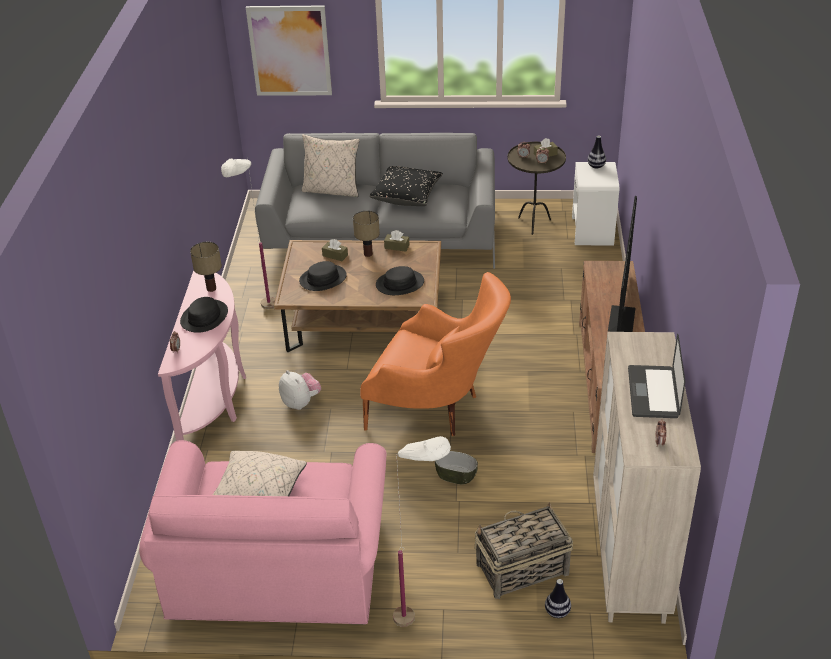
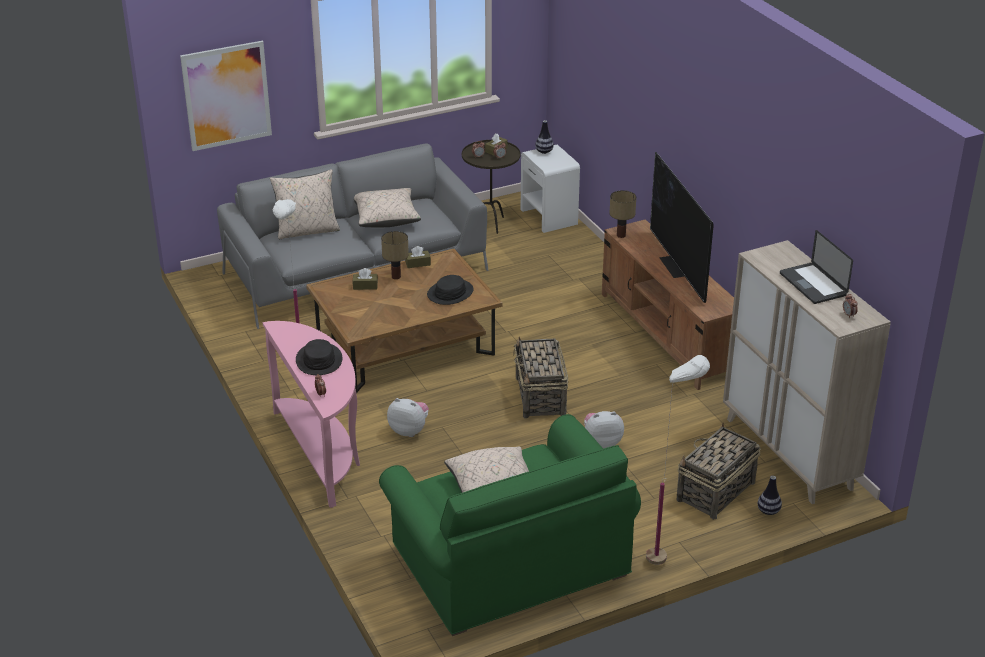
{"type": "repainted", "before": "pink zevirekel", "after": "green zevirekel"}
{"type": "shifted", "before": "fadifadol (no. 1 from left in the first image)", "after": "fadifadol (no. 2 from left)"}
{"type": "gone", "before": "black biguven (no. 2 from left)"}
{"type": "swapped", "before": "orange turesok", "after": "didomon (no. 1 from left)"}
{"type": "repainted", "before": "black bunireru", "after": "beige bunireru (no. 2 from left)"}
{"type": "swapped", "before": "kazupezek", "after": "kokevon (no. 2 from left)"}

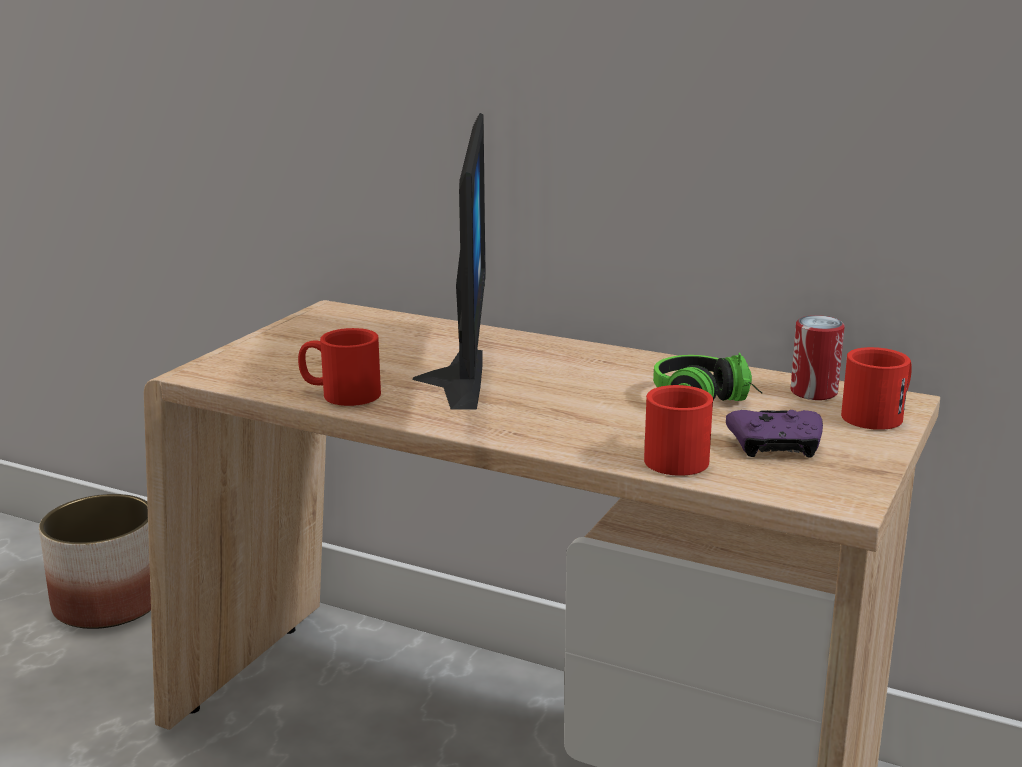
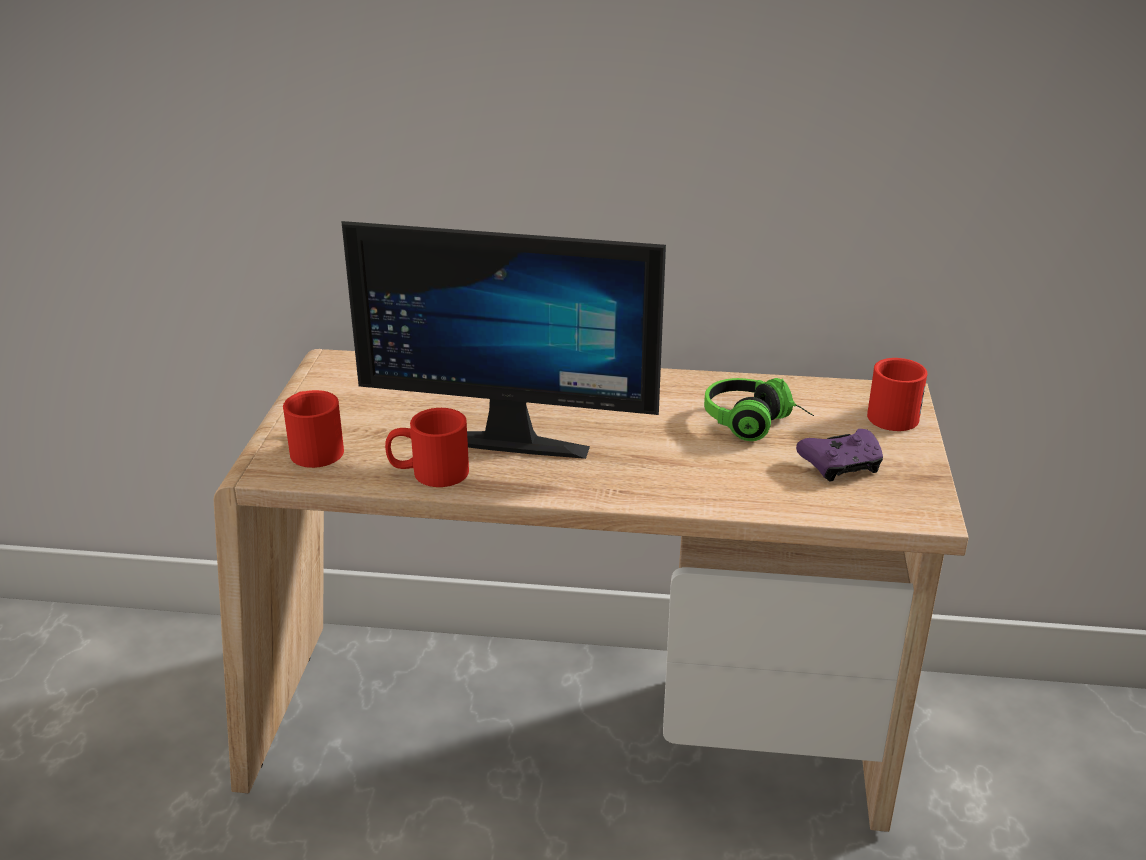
{"type": "gone", "before": "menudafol"}
{"type": "rotated", "before": "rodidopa", "turn": 120}
{"type": "shifted", "before": "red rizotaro (no. 2 from left in the first image)", "after": "red rizotaro (no. 1 from left)"}
{"type": "gone", "before": "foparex"}

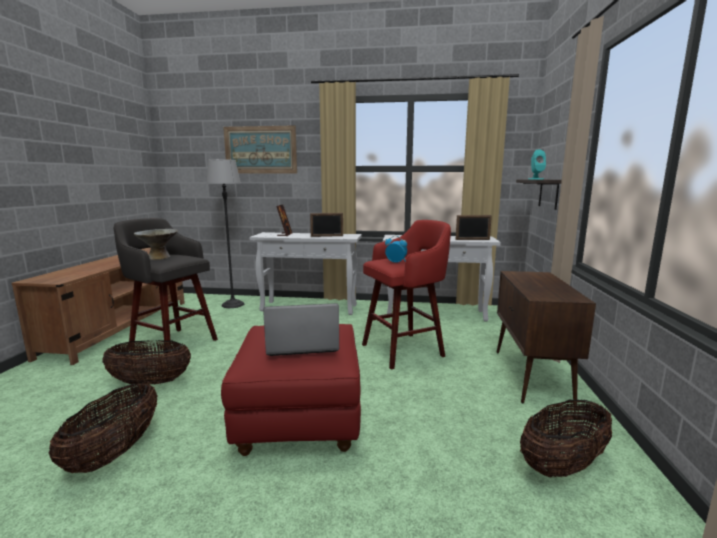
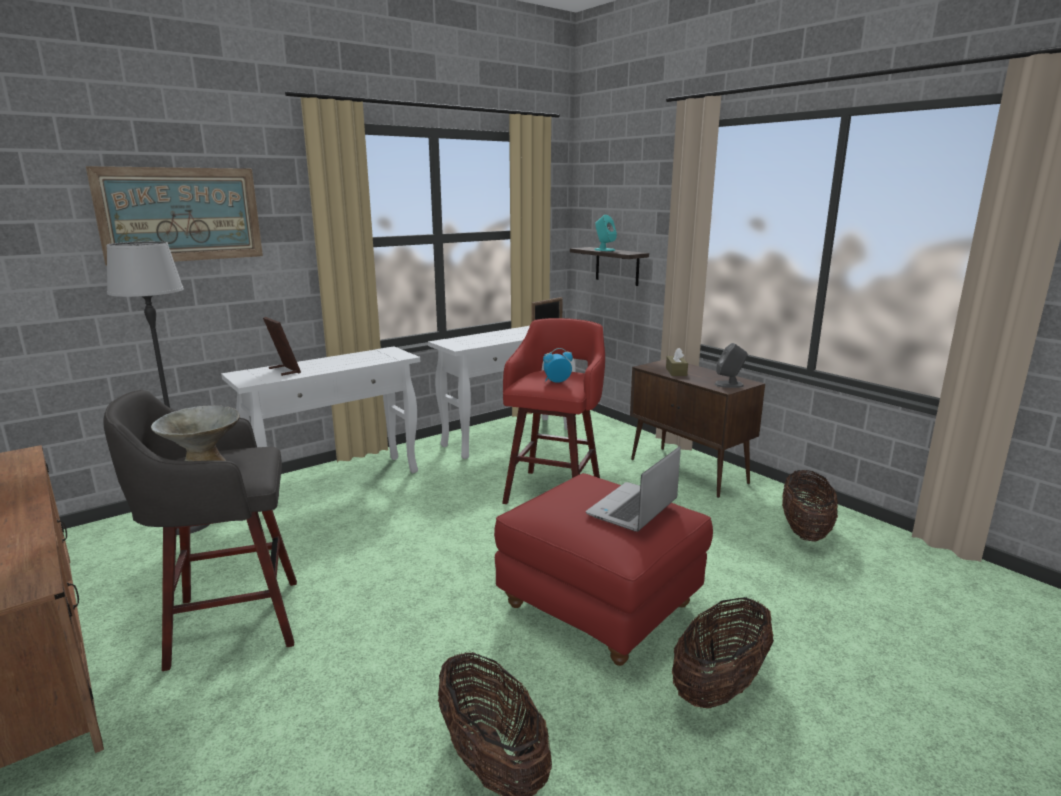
{"type": "shifted", "before": "didomon (no. 2 from left)"}
{"type": "gone", "before": "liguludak (no. 2 from left)"}
{"type": "new", "after": "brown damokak"}
{"type": "new", "after": "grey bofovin"}

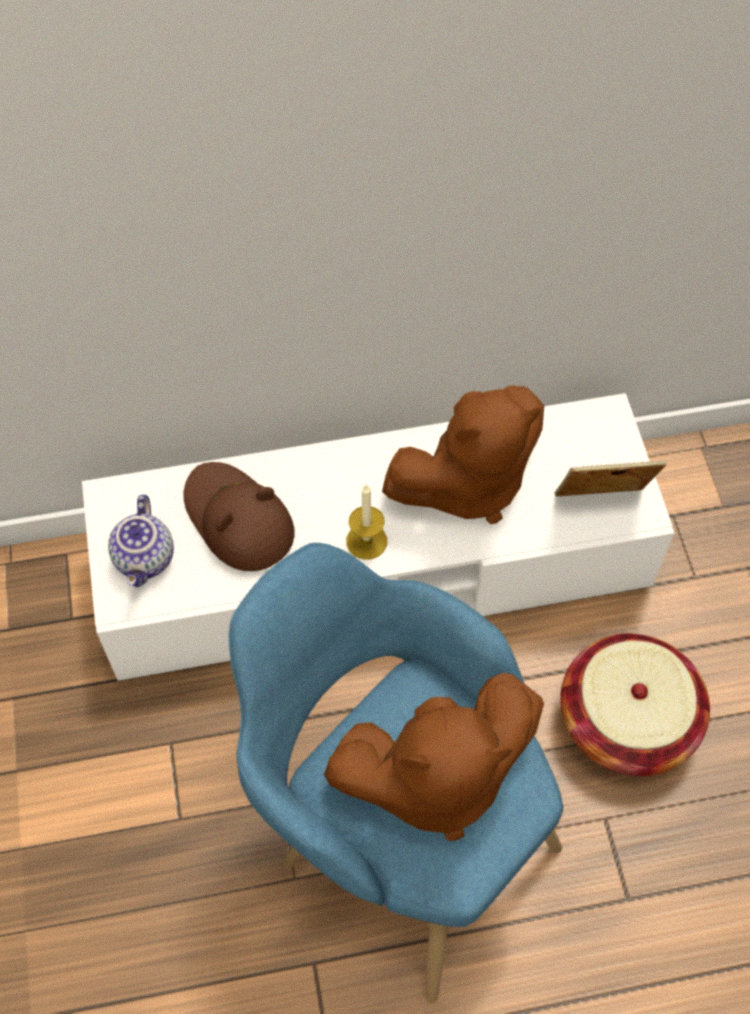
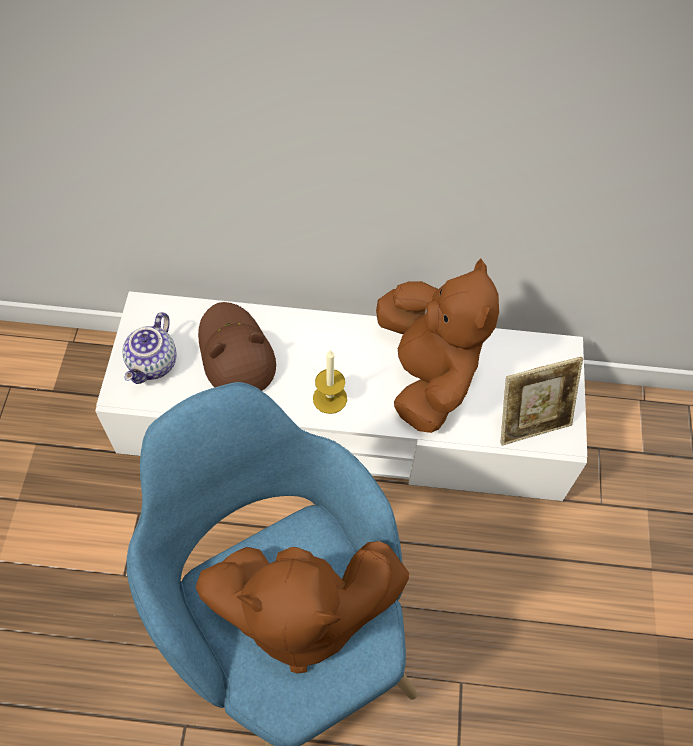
{"type": "rotated", "before": "brown kokevon (no. 2 from left)", "turn": -90}
{"type": "rotated", "before": "liguludak", "turn": 150}
{"type": "gone", "before": "didomon"}

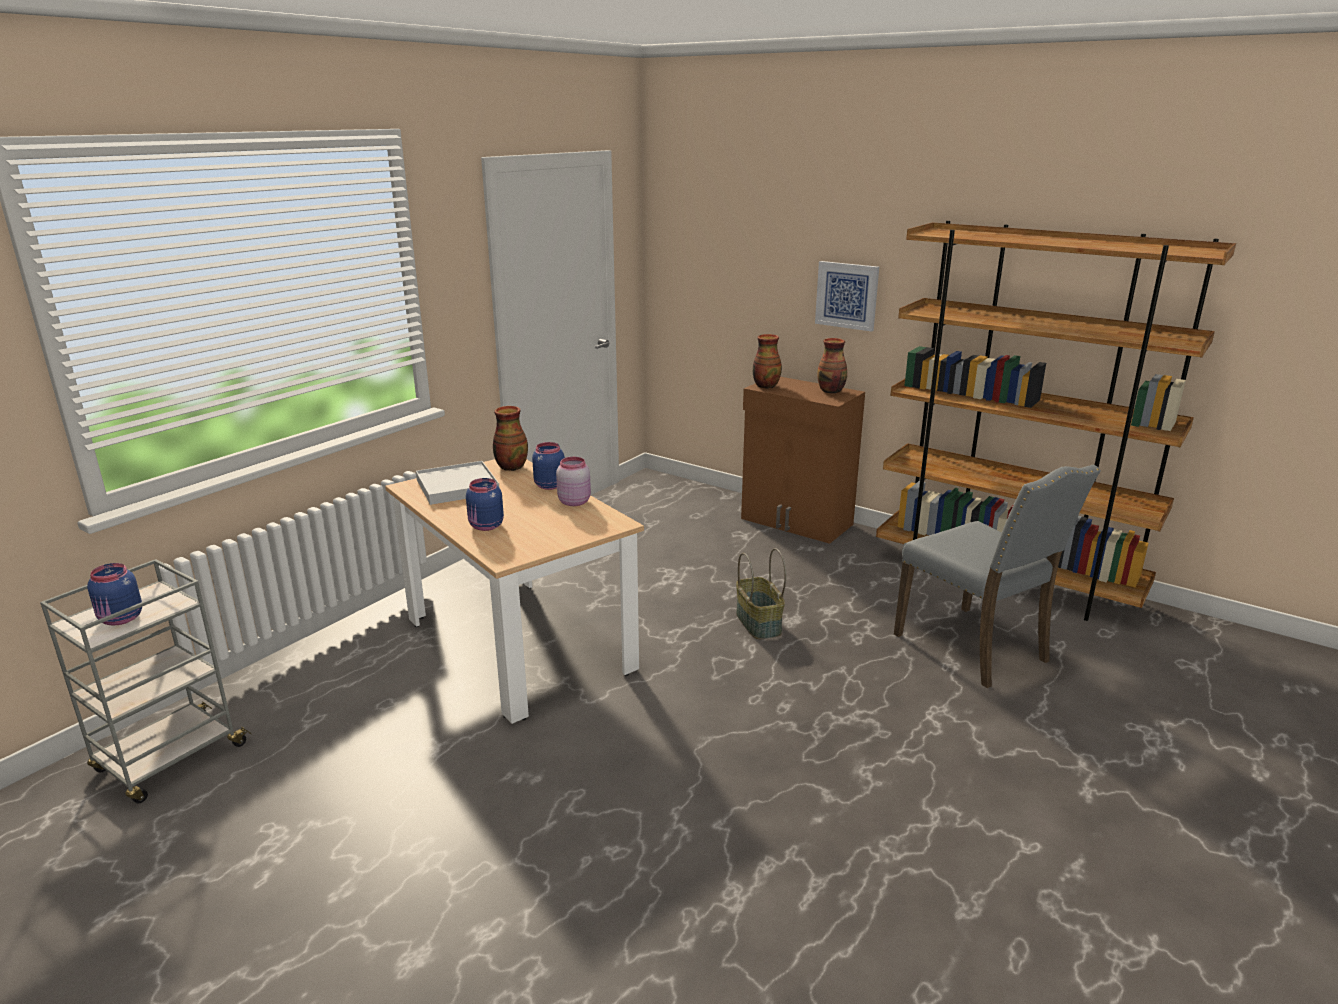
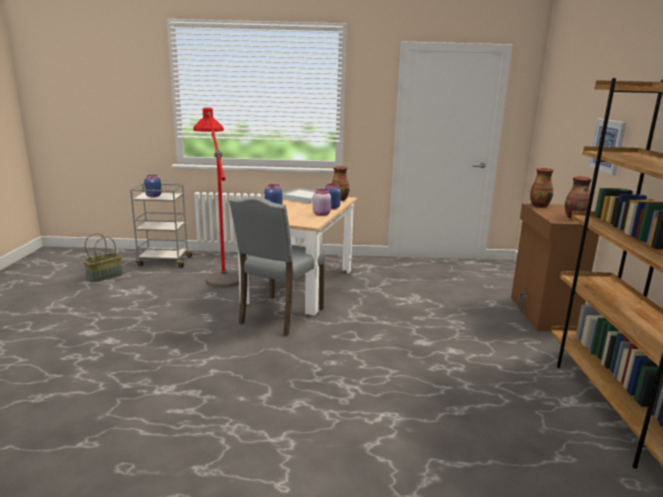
{"type": "shifted", "before": "didomon"}
{"type": "shifted", "before": "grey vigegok"}
{"type": "new", "after": "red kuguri"}

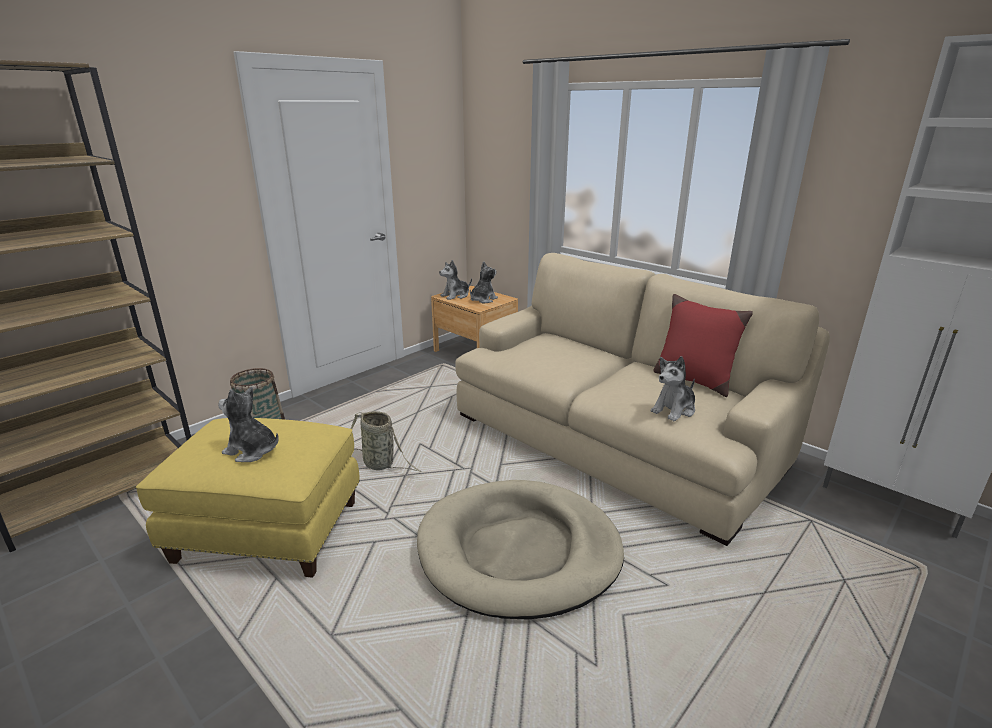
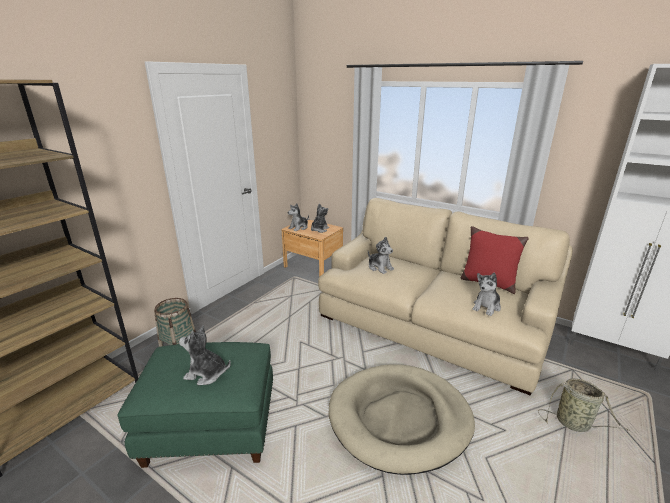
{"type": "repainted", "before": "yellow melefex", "after": "green melefex"}
{"type": "shifted", "before": "didomon (no. 2 from left)"}
{"type": "new", "after": "kokevon (no. 4 from left)"}

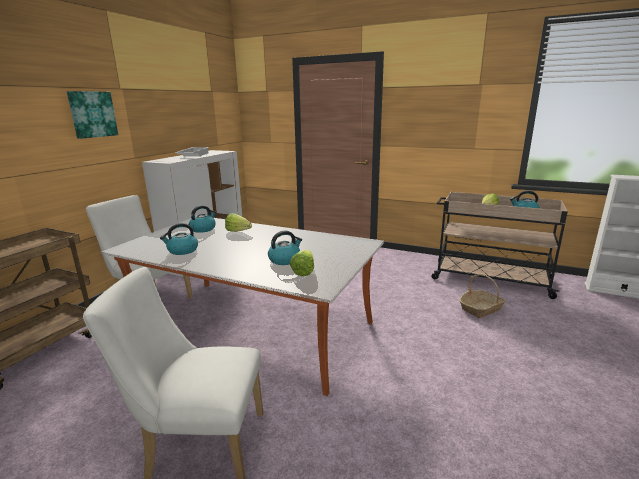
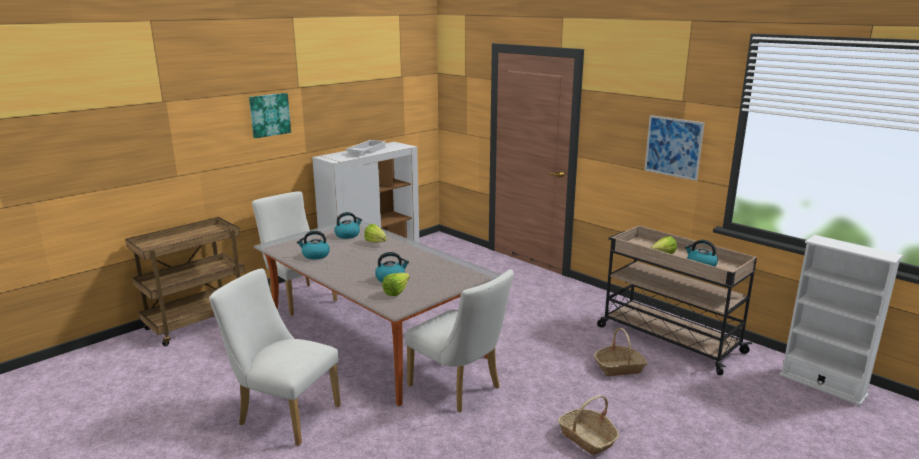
{"type": "new", "after": "white vigegok (no. 3 from left)"}
{"type": "new", "after": "didomon (no. 1 from left)"}
{"type": "new", "after": "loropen (no. 2 from left)"}

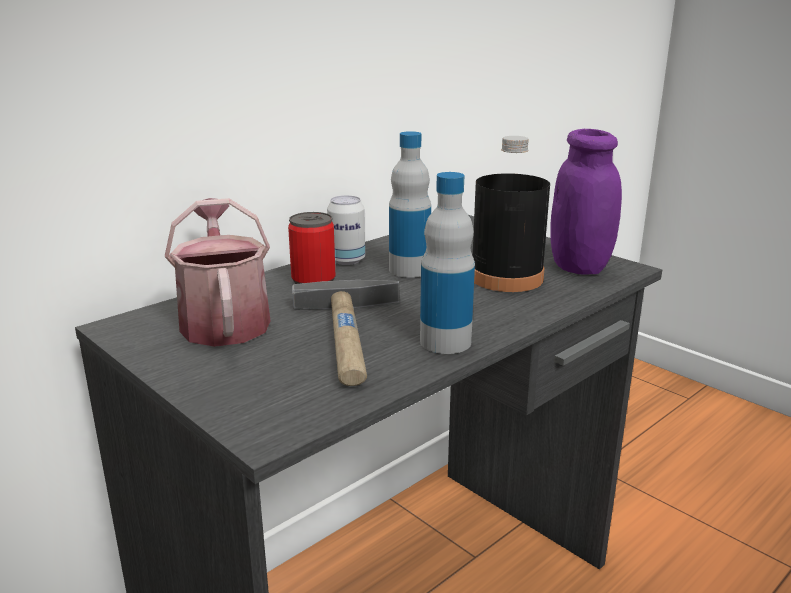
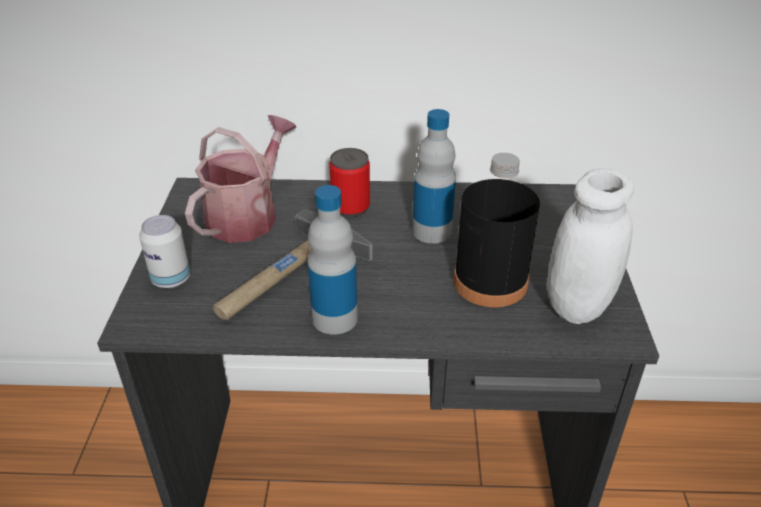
{"type": "shifted", "before": "foparex (no. 2 from left in the first image)", "after": "foparex (no. 1 from left)"}
{"type": "repainted", "before": "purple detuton", "after": "white detuton"}

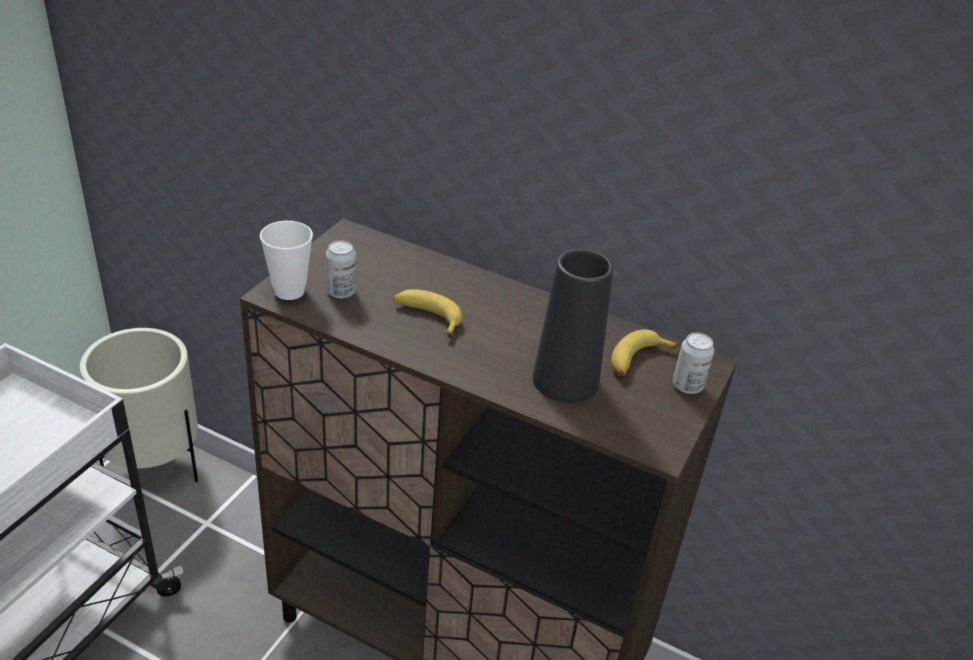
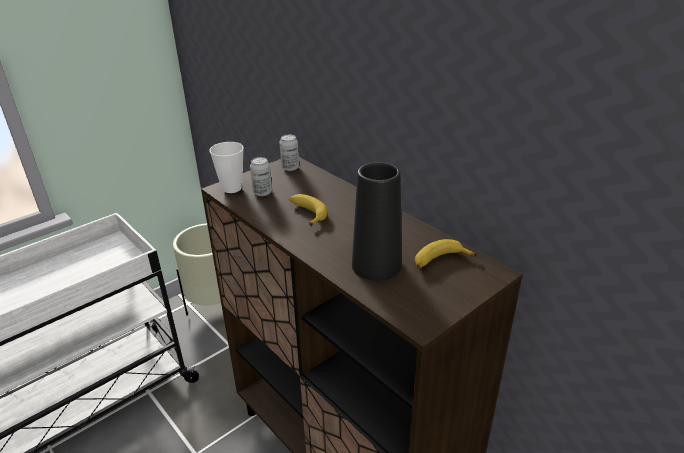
{"type": "shifted", "before": "foparex (no. 2 from left)"}

